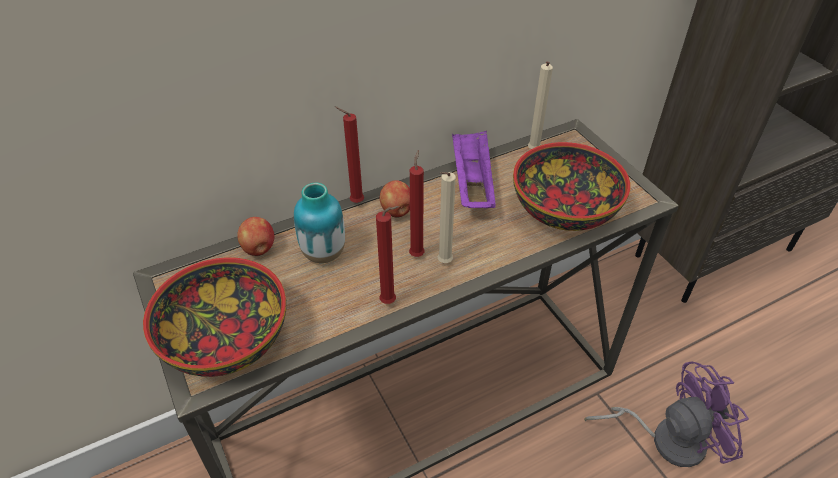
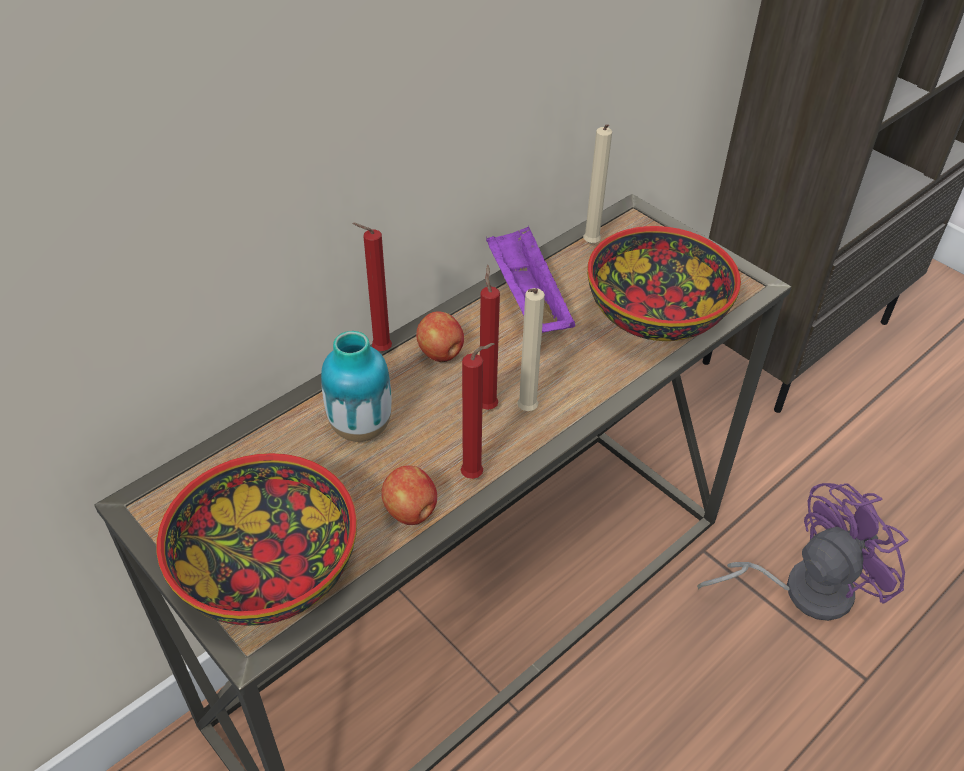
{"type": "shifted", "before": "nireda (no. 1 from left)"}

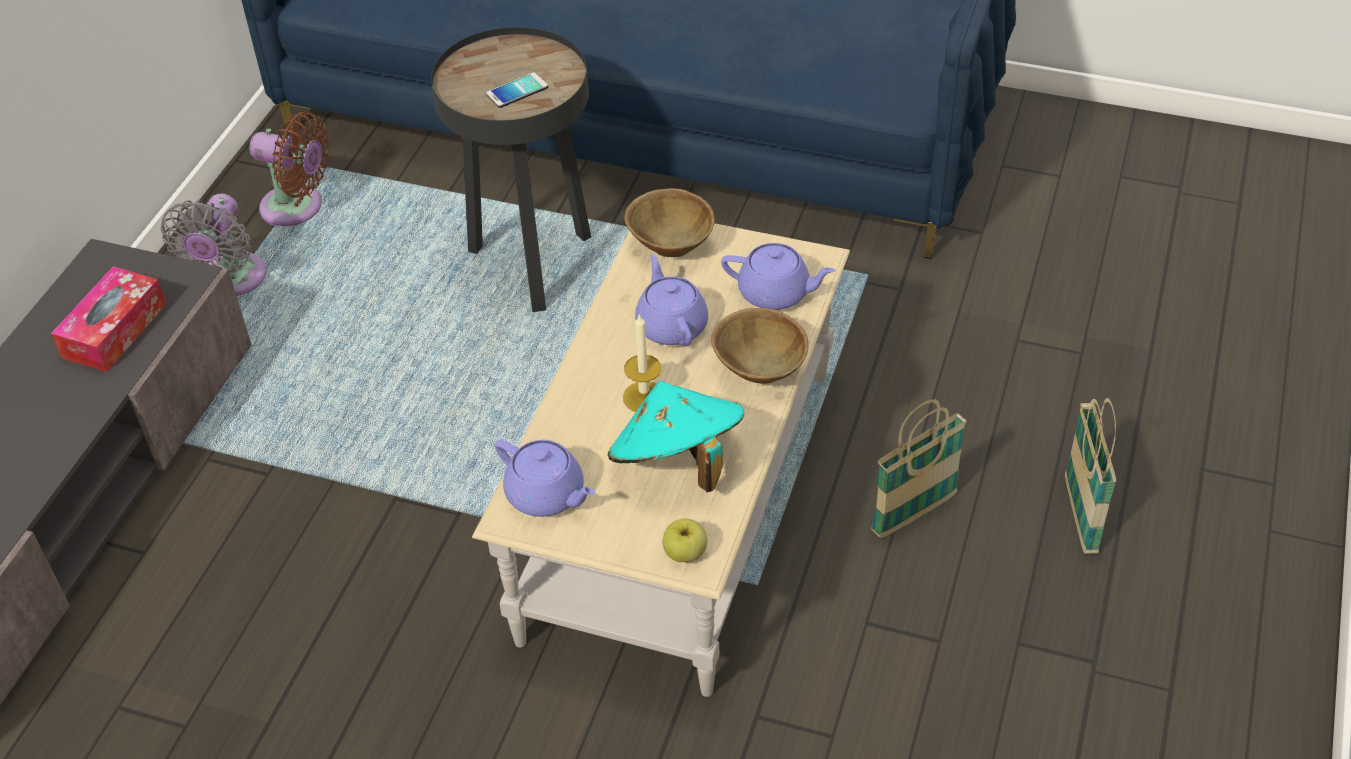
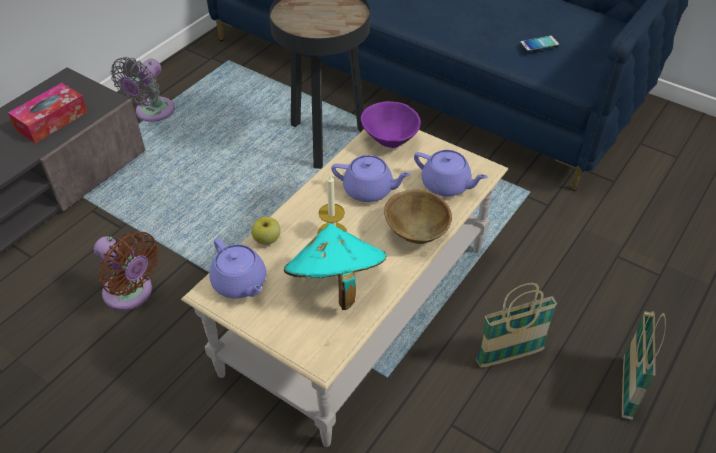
{"type": "shifted", "before": "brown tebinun"}
{"type": "shifted", "before": "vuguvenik"}
{"type": "repainted", "before": "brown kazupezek (no. 1 from left)", "after": "purple kazupezek"}
{"type": "rotated", "before": "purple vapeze (no. 2 from left)", "turn": 105}
{"type": "shifted", "before": "nireda"}

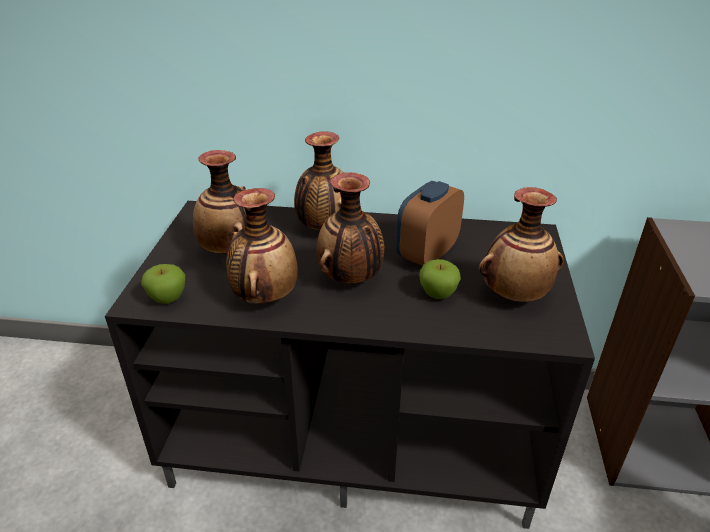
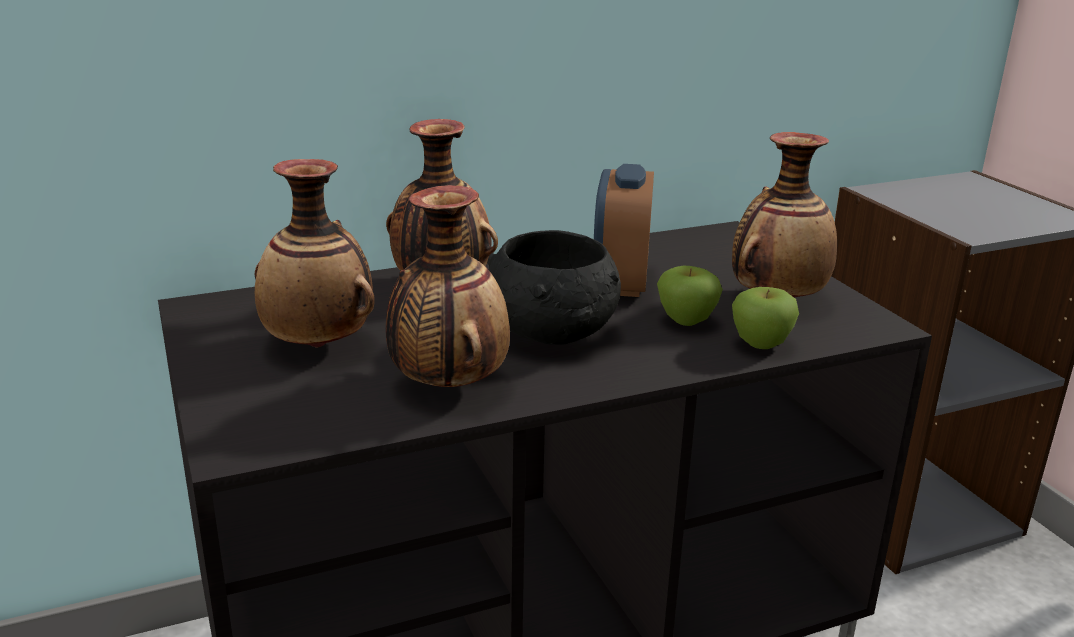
{"type": "shifted", "before": "nireda (no. 1 from left in the first image)", "after": "nireda (no. 2 from left)"}
{"type": "swapped", "before": "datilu (no. 4 from left)", "after": "black kazupezek"}

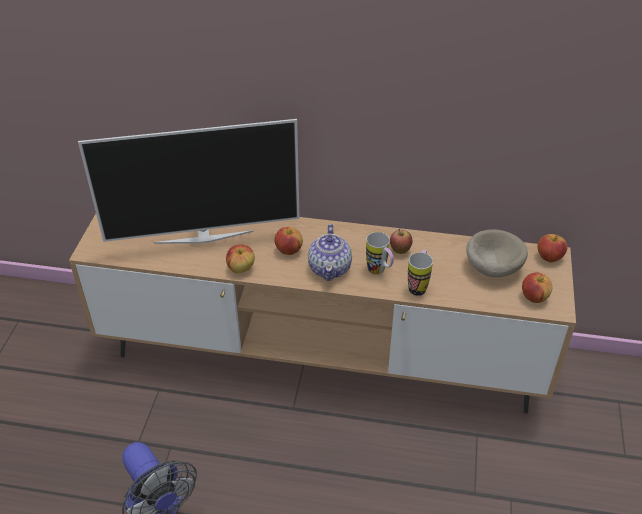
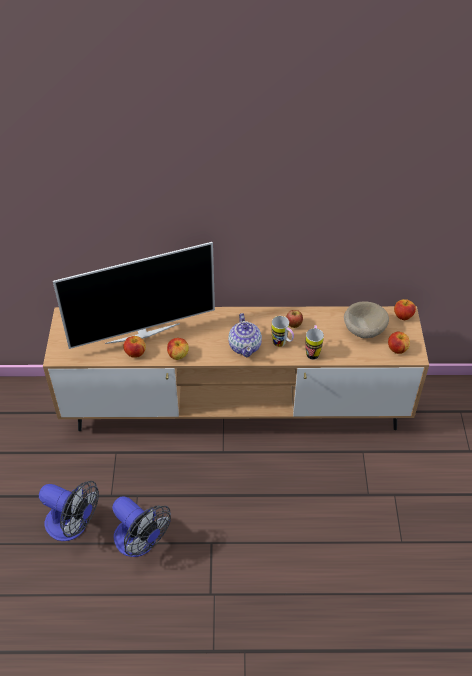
{"type": "shifted", "before": "nireda (no. 2 from left in the first image)", "after": "nireda (no. 1 from left)"}
{"type": "new", "after": "tebinun (no. 1 from left)"}

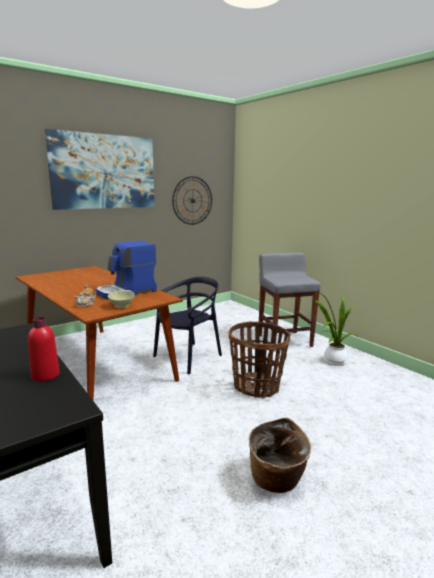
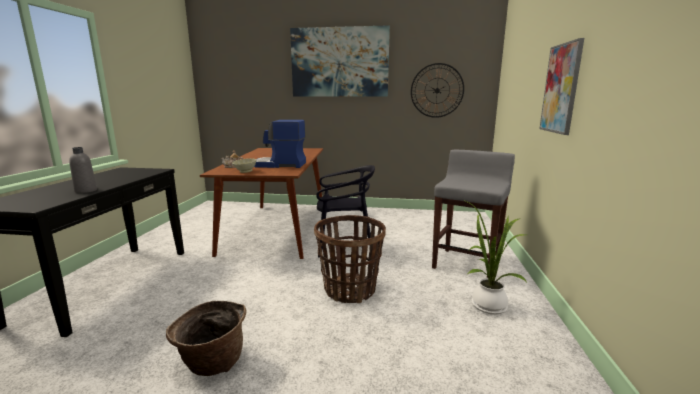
{"type": "repainted", "before": "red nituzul", "after": "grey nituzul"}
{"type": "new", "after": "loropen (no. 2 from left)"}

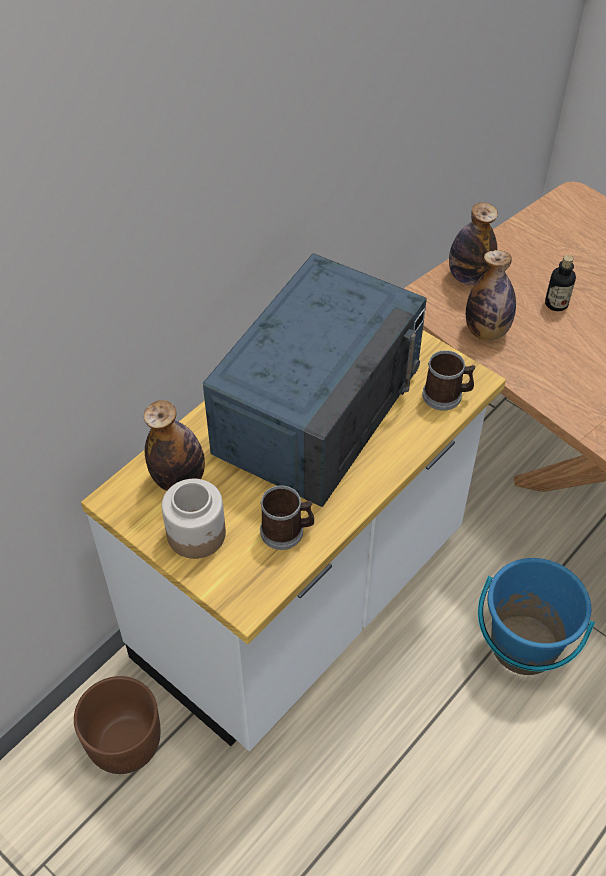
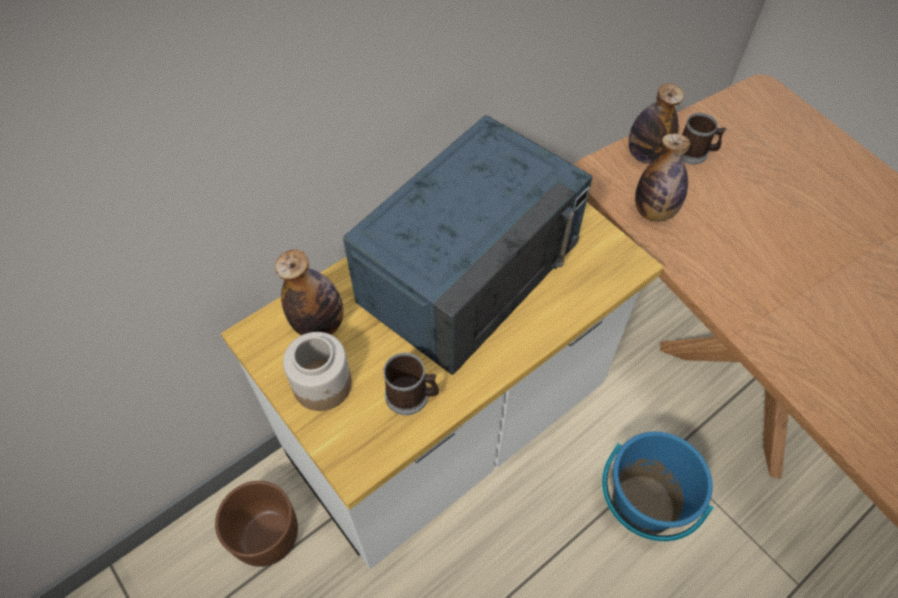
{"type": "shifted", "before": "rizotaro (no. 2 from left)"}
{"type": "gone", "before": "nituzul (no. 4 from left)"}

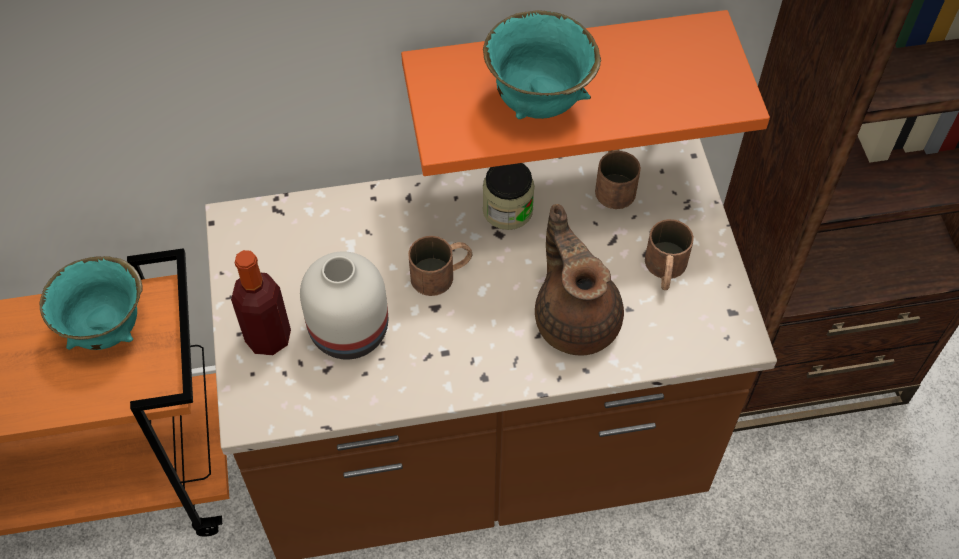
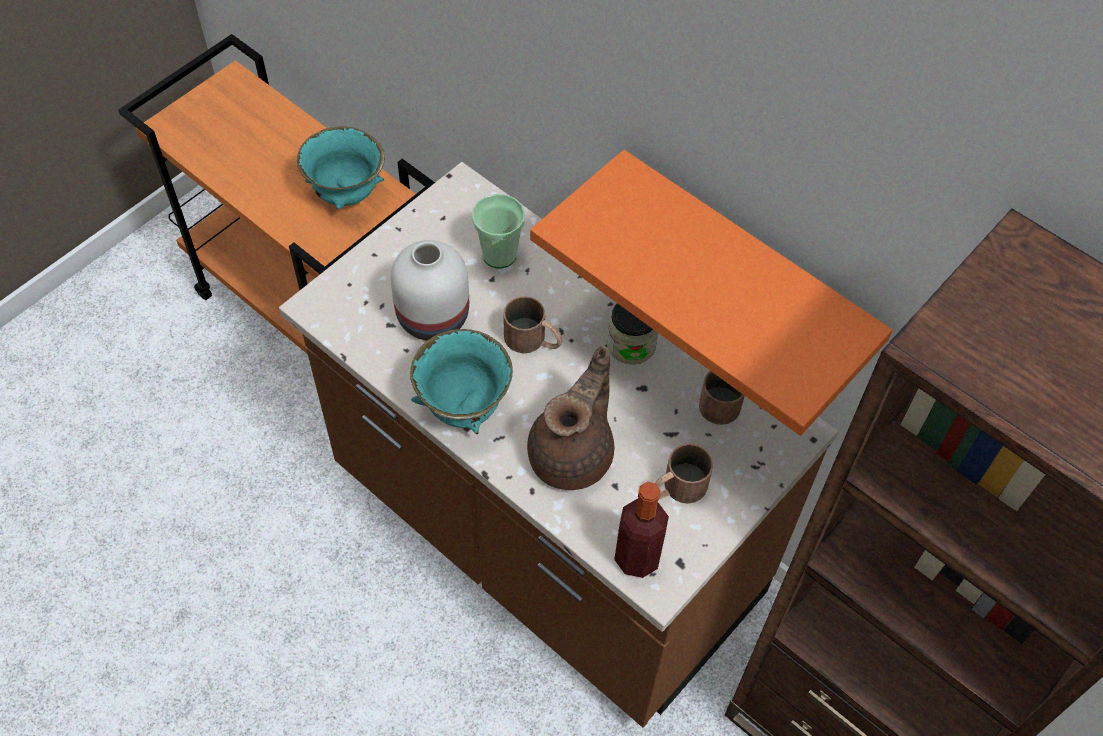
{"type": "shifted", "before": "nituzul"}
{"type": "shifted", "before": "turquoise kazupezek (no. 2 from left)"}
{"type": "new", "after": "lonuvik"}

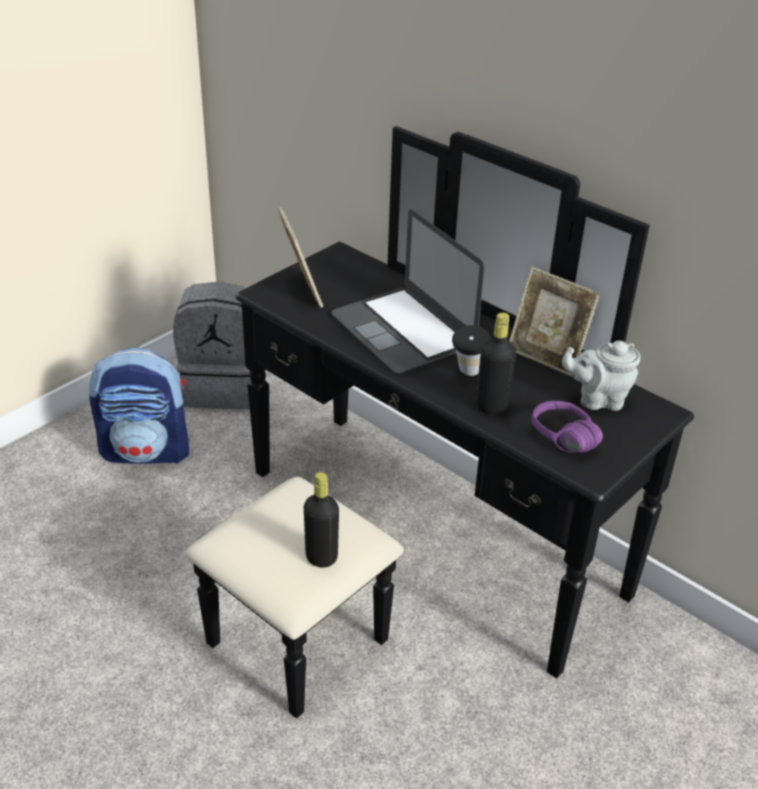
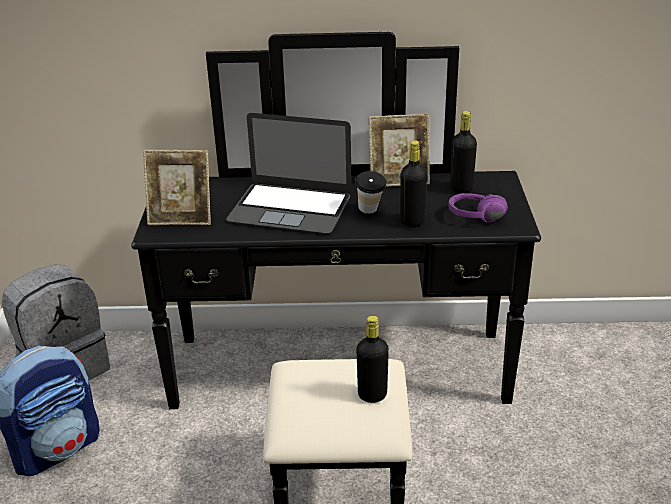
{"type": "rotated", "before": "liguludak (no. 1 from left)", "turn": 150}
{"type": "swapped", "before": "grey vapeze", "after": "black nituzul (no. 3 from left)"}

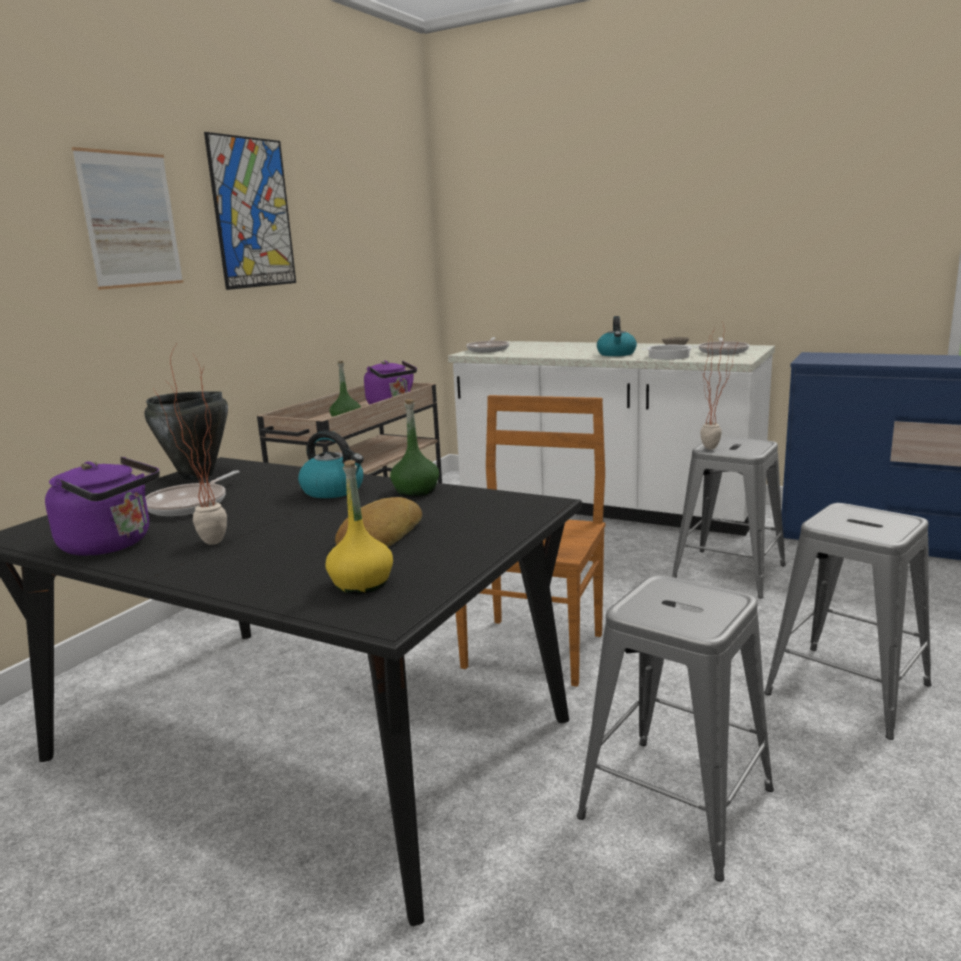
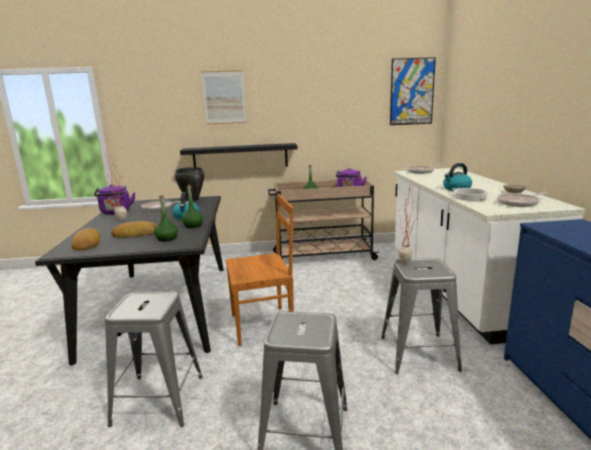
{"type": "shifted", "before": "loropen (no. 2 from left)"}
{"type": "swapped", "before": "yellow nituzul", "after": "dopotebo (no. 1 from left)"}
{"type": "new", "after": "green nituzul (no. 1 from left)"}
{"type": "new", "after": "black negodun"}

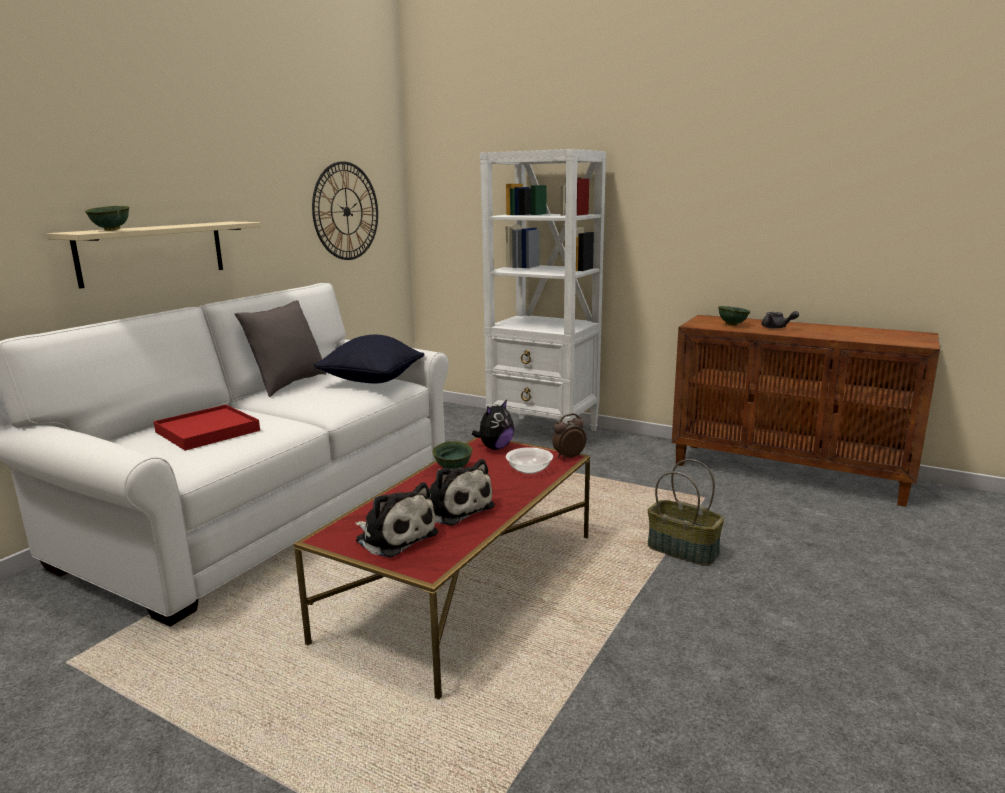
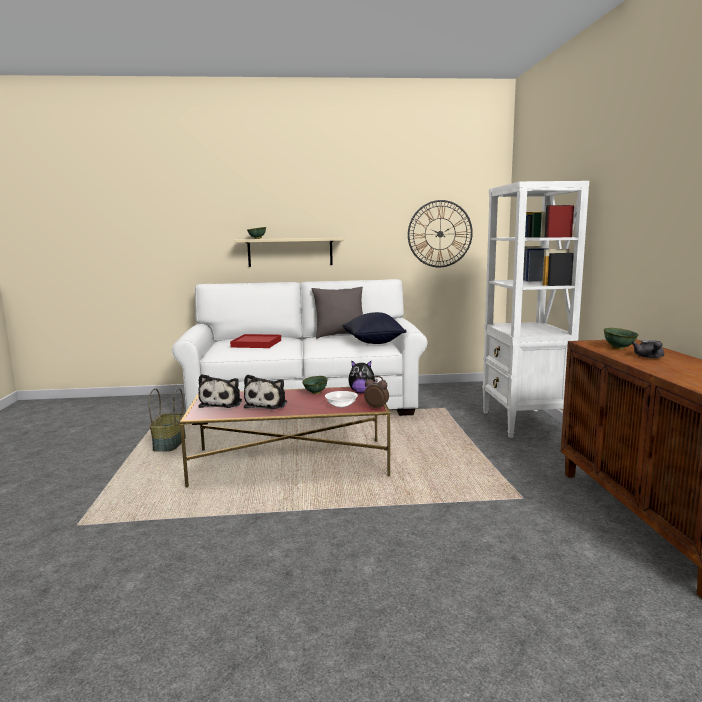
{"type": "shifted", "before": "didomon"}

